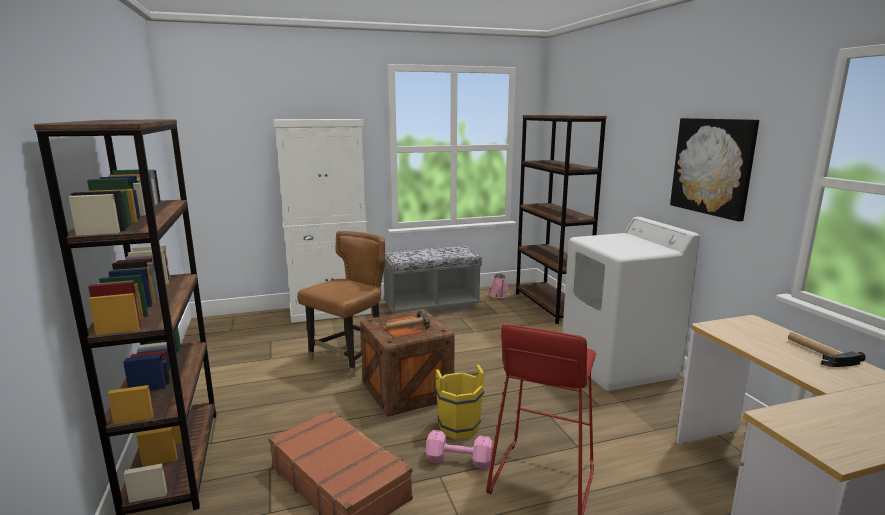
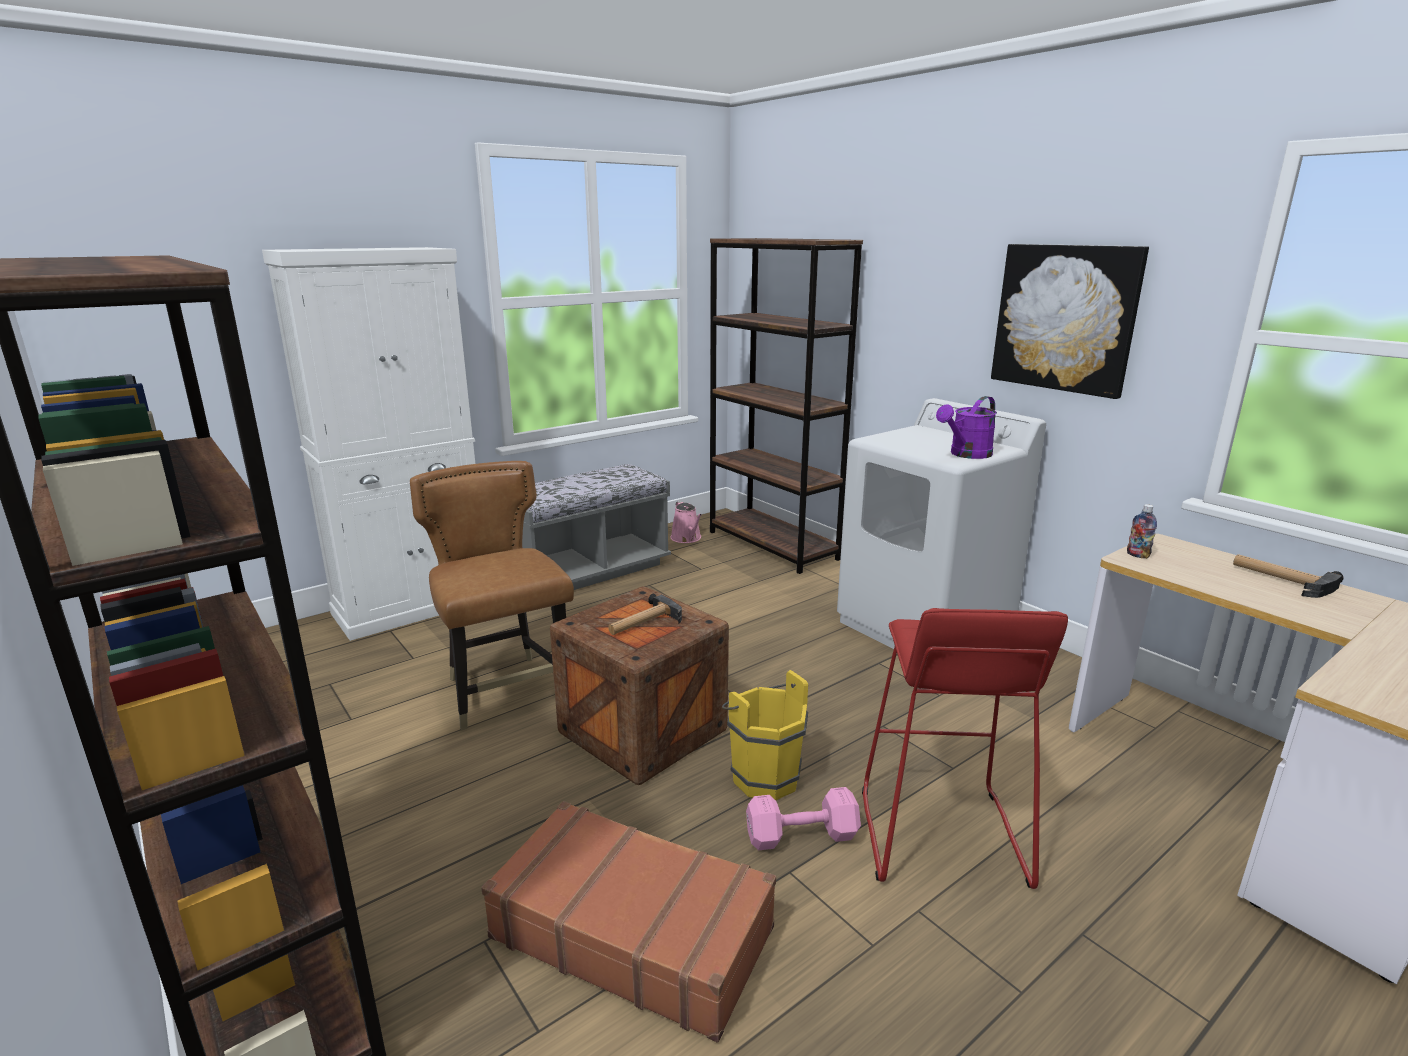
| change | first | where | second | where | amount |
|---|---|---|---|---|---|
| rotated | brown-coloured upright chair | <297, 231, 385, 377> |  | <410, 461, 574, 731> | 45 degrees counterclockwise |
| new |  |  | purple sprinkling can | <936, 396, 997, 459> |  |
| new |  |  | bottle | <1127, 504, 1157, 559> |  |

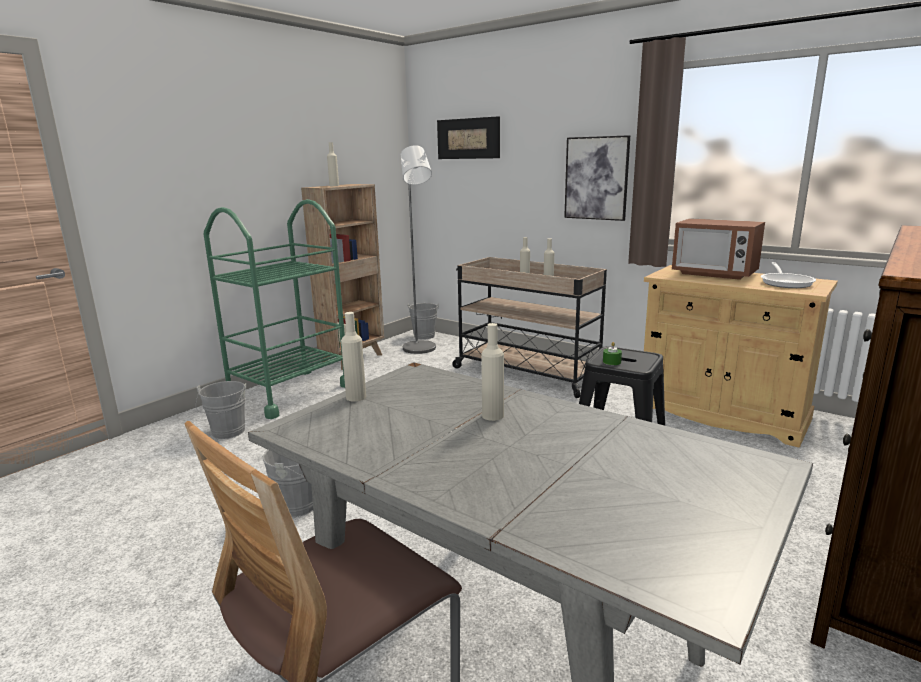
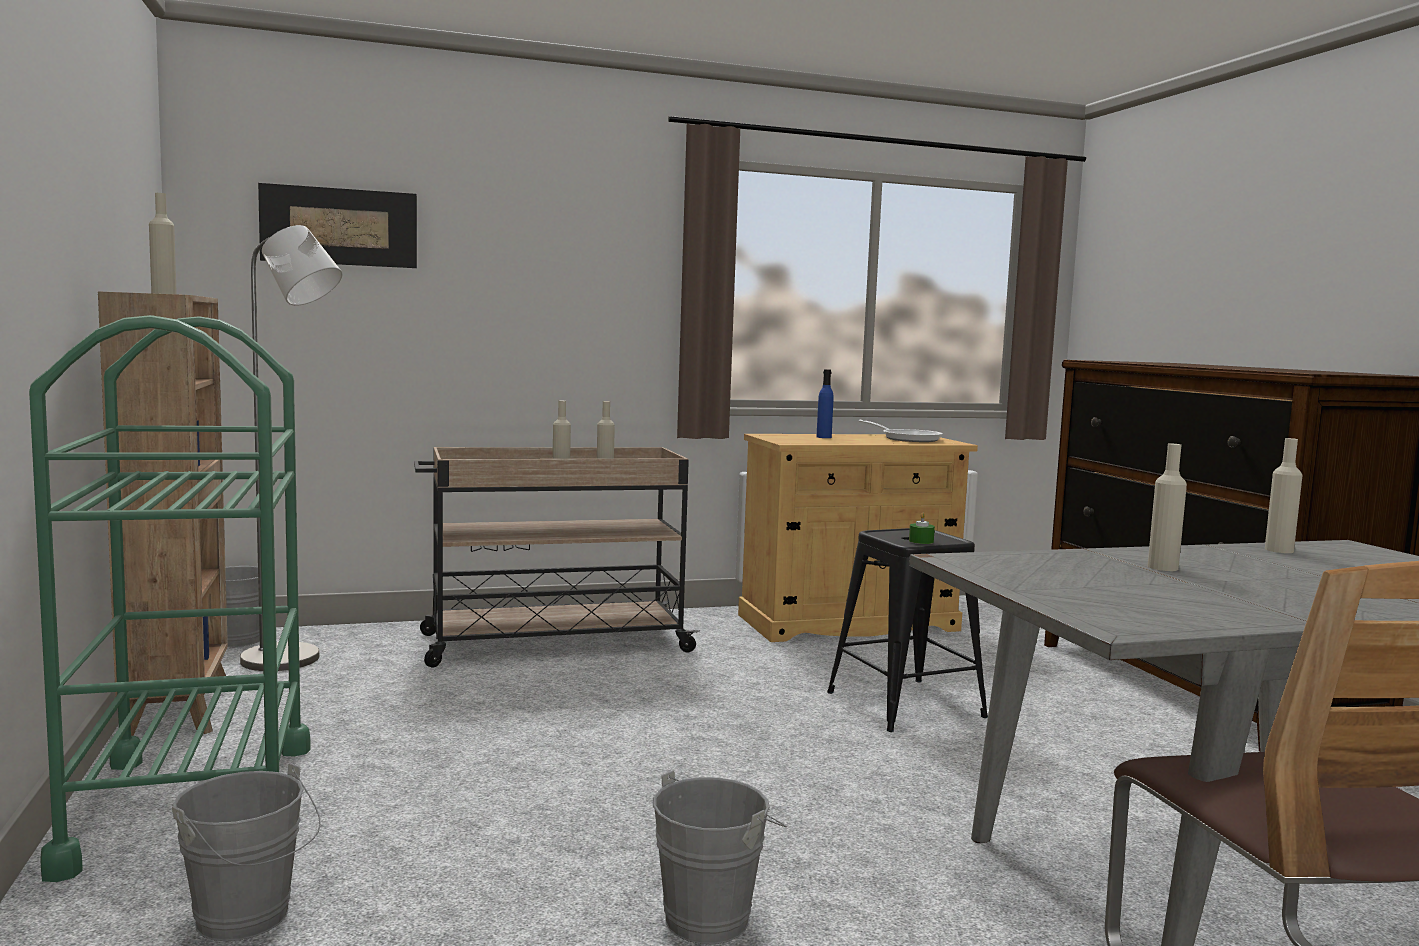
| change | first | where | second | where | amount |
|---|---|---|---|---|---|
| swapped | microwave oven | <672, 218, 765, 280> | bluish bottle | <817, 369, 834, 438> |  |
| shifted | beige bottle | <341, 312, 366, 402> |  | <1265, 438, 1302, 553> |  |
| gone | wall picture | <564, 135, 630, 221> |  |  |  |

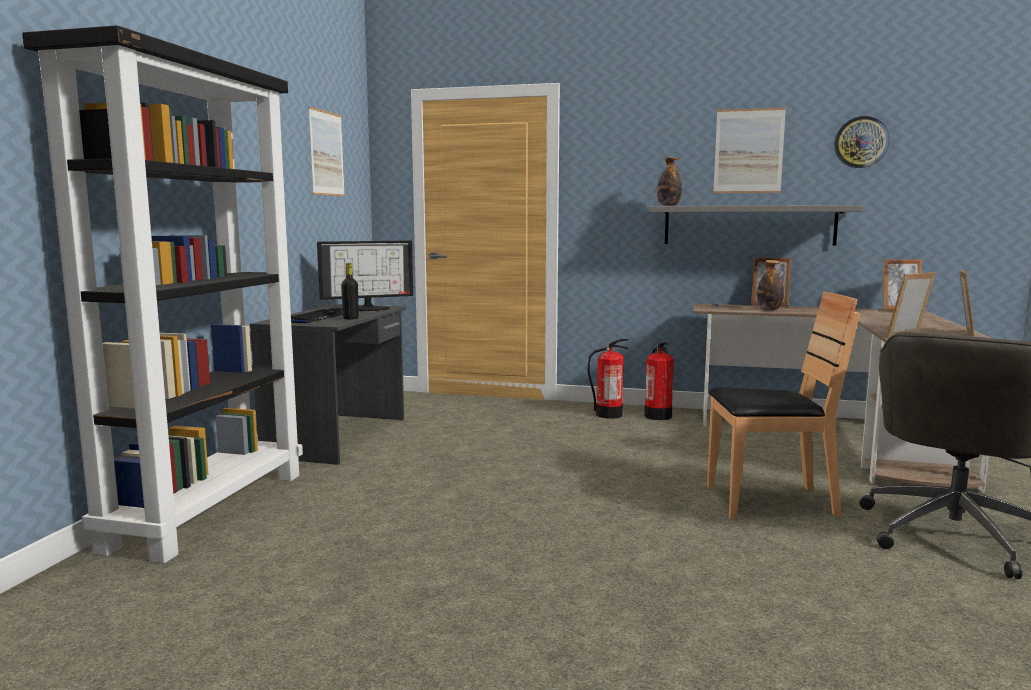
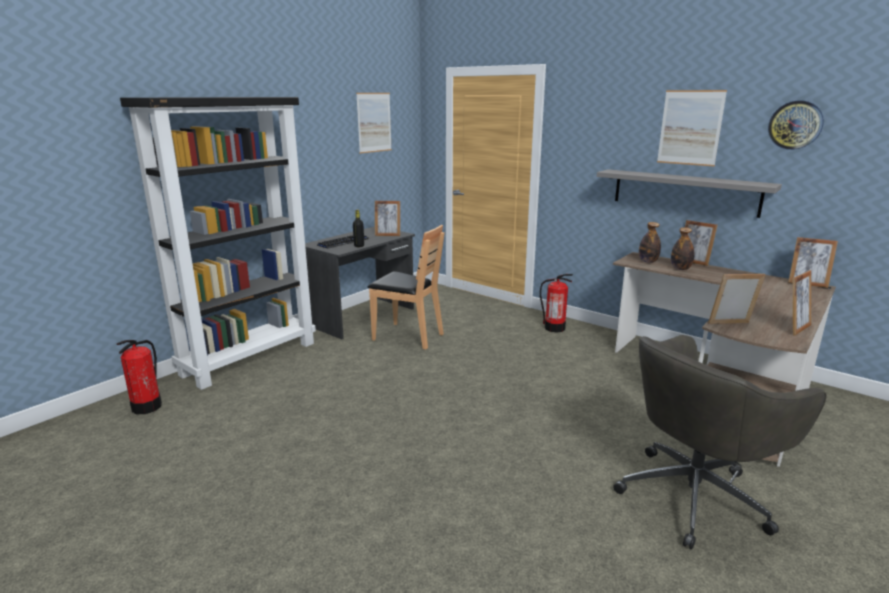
| change | first | where | second | where | amount |
|---|---|---|---|---|---|
| shifted | fire extinguisher | <644, 342, 674, 420> |  | <117, 340, 162, 414> |  |
| shifted | brown-coloured upright chair | <707, 291, 860, 519> |  | <368, 225, 445, 350> |  |
| swapped | monitor | <317, 240, 413, 311> | picture frame | <375, 201, 400, 236> |  |
| shifted | bottle | <657, 157, 682, 206> |  | <639, 222, 661, 263> |  |

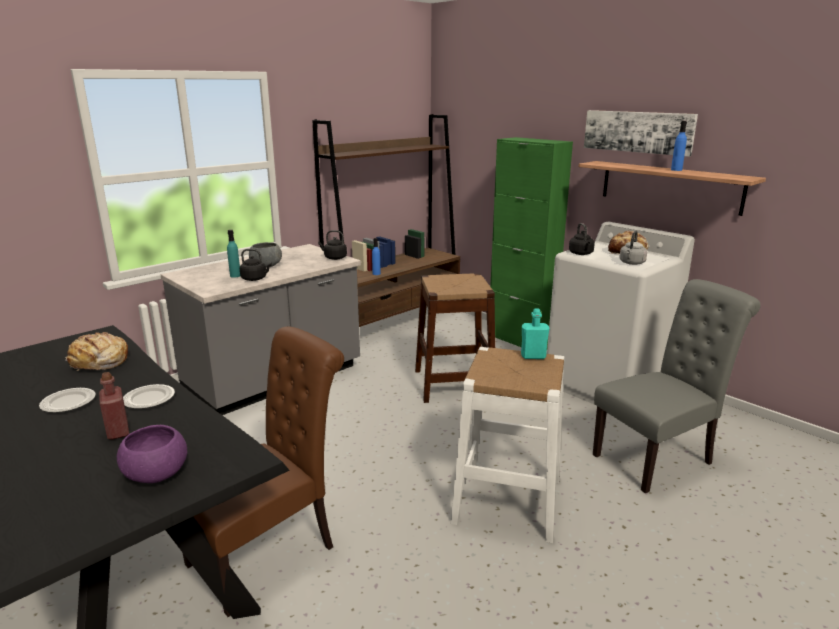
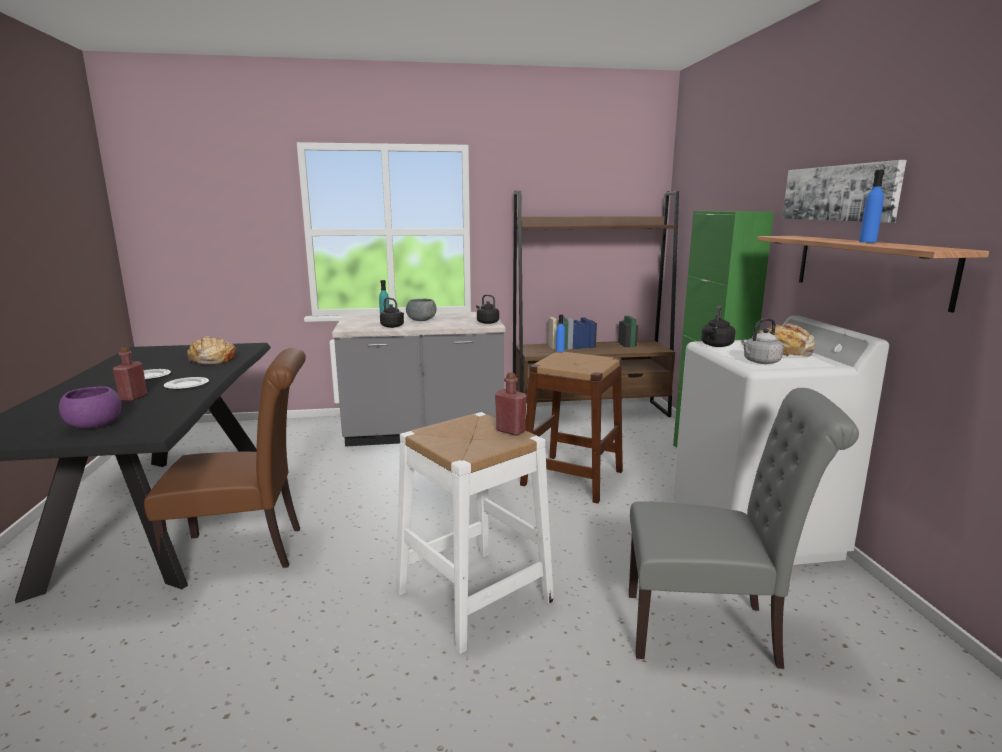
| change | first | where | second | where | amount |
|---|---|---|---|---|---|
| repainted | turquoise-coloured bottle | <521, 308, 550, 359> | red-coloured bottle | <495, 372, 527, 436> |  |

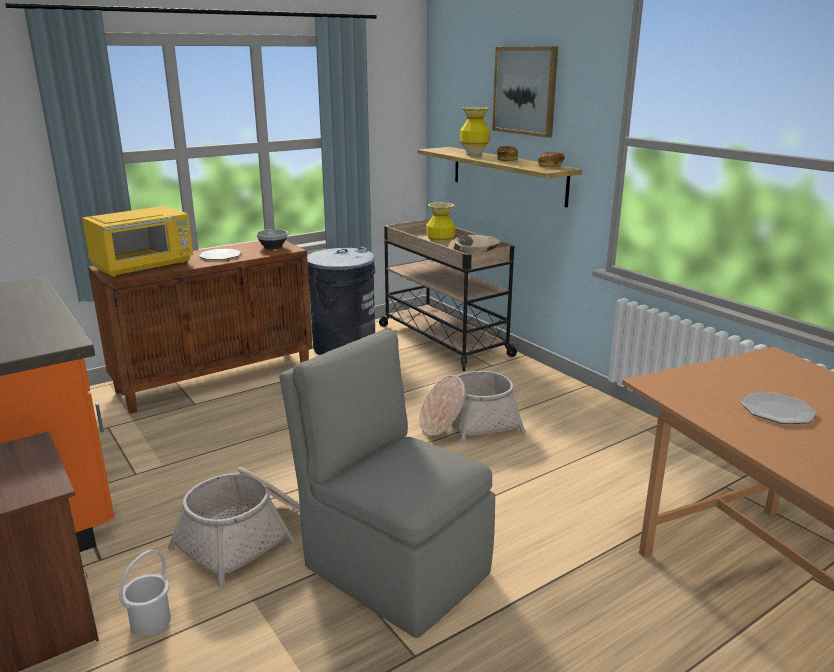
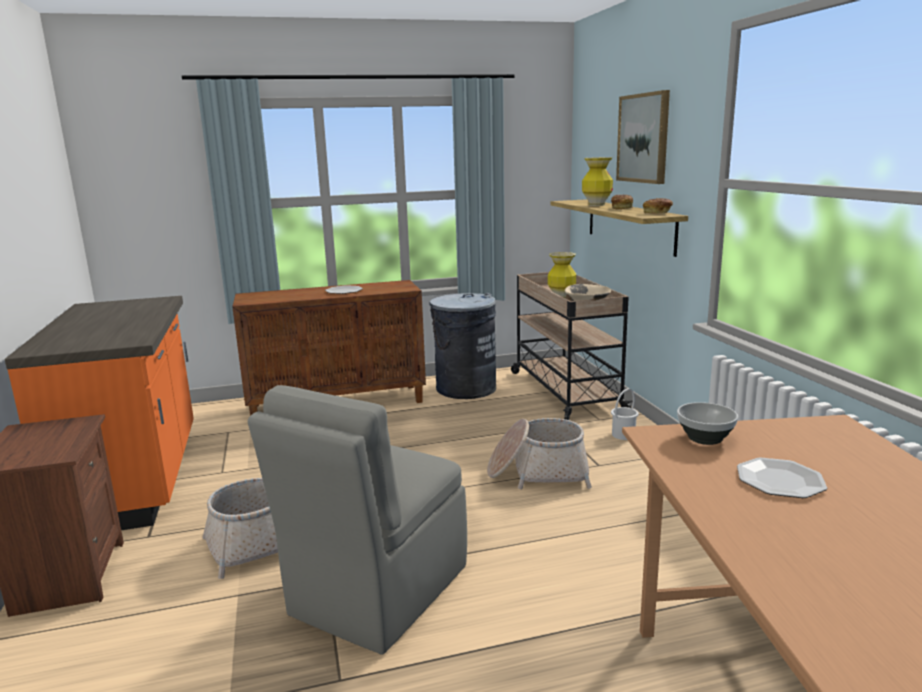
| change | first | where | second | where | amount |
|---|---|---|---|---|---|
| rotated | gray upright chair | <280, 329, 495, 638> |  | <248, 385, 467, 655> | 120 degrees counterclockwise |
| shifted | white-coloured pail | <119, 550, 171, 636> |  | <611, 388, 639, 440> |  |
| shifted | bowl | <256, 229, 288, 249> |  | <677, 402, 738, 445> |  |
| gone | yellow microwave oven | <82, 206, 193, 277> |  |  |  |

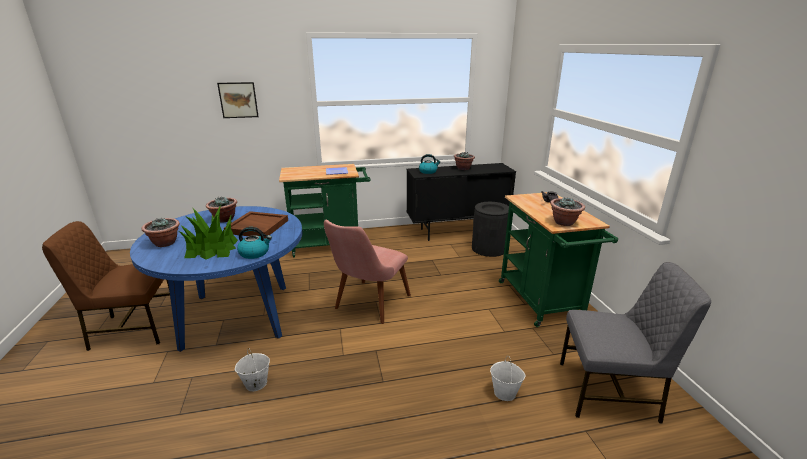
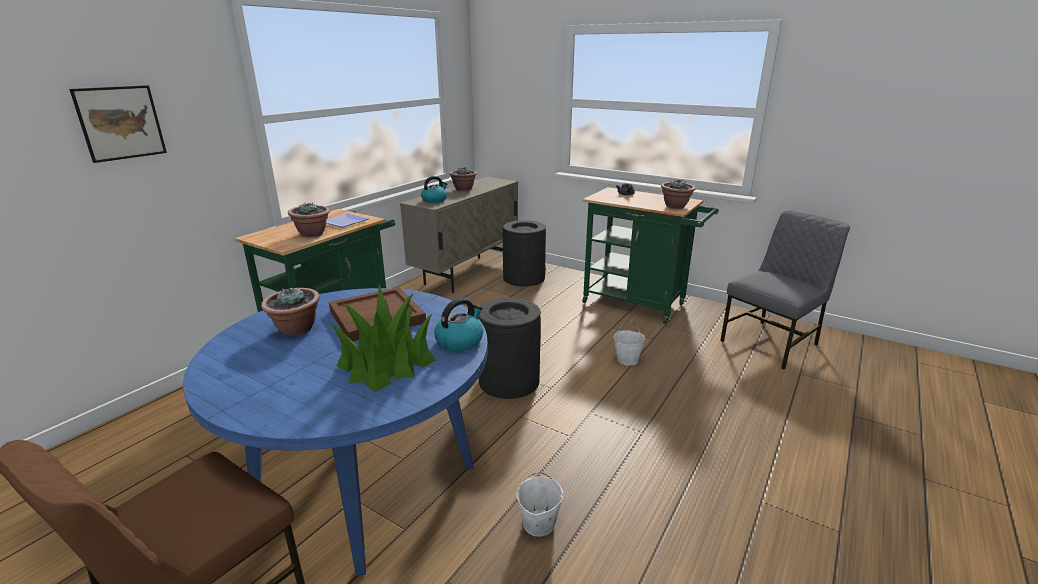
| change | first | where | second | where | amount |
|---|---|---|---|---|---|
| shifted | potted plant | <141, 218, 180, 247> |  | <288, 202, 330, 237> |  |
| repainted | black storage cabinet | <406, 163, 516, 241> | beige storage cabinet | <400, 177, 518, 293> |  |
| swapped | pinkish upright chair | <324, 220, 411, 324> | black waste bin | <478, 298, 541, 399> |  |
| shifted | white-coloured pail | <490, 356, 526, 401> |  | <614, 321, 645, 366> |  |

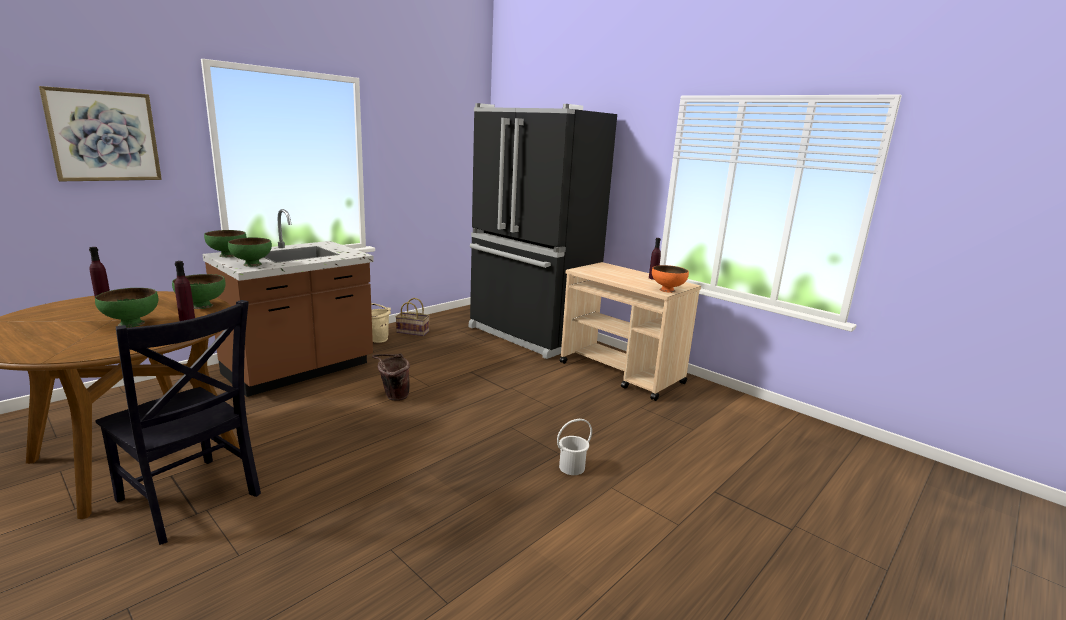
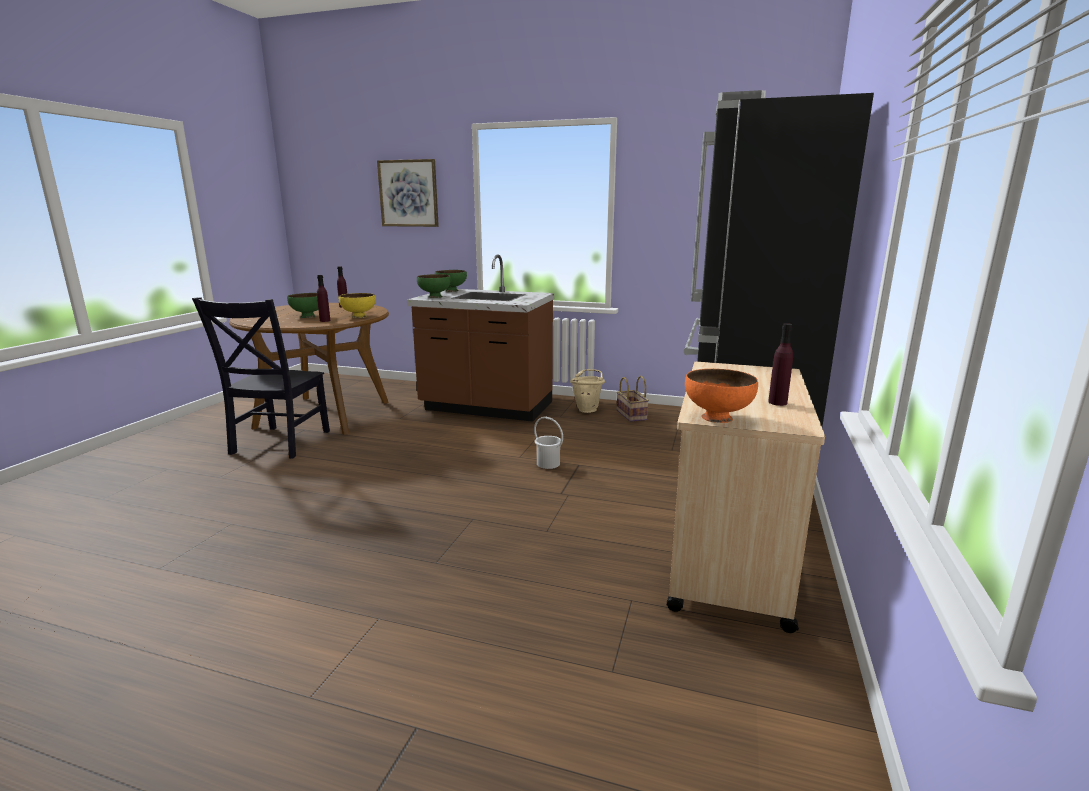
| change | first | where | second | where | amount |
|---|---|---|---|---|---|
| repainted | green bowl | <172, 274, 226, 309> | yellow bowl | <339, 293, 376, 318> |  |
| shifted | white-coloured pail | <557, 419, 592, 475> |  | <534, 417, 563, 469> |  |
| gone | brown-coloured pail | <372, 353, 410, 401> |  |  |  |

